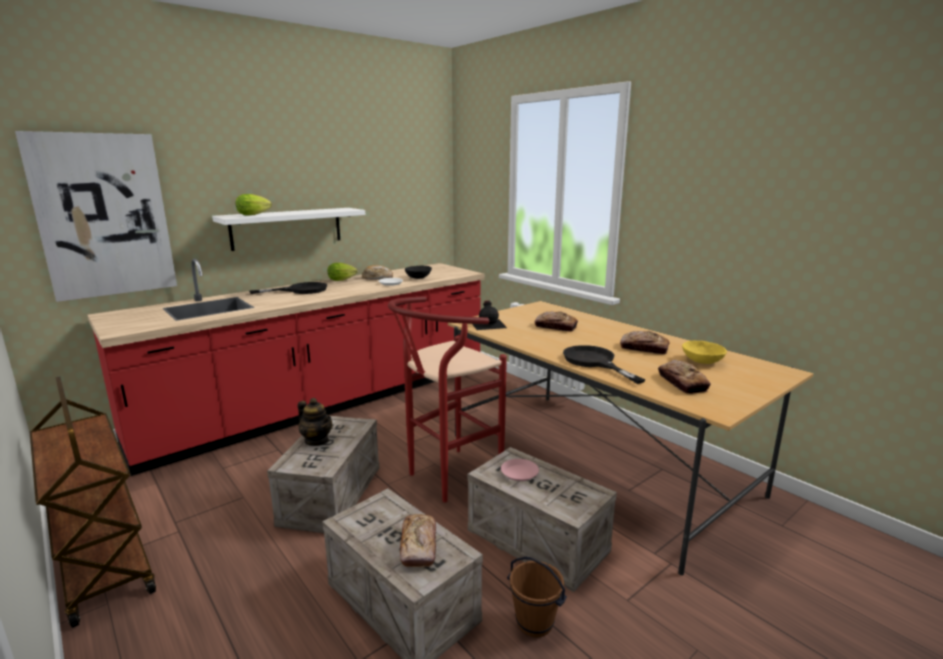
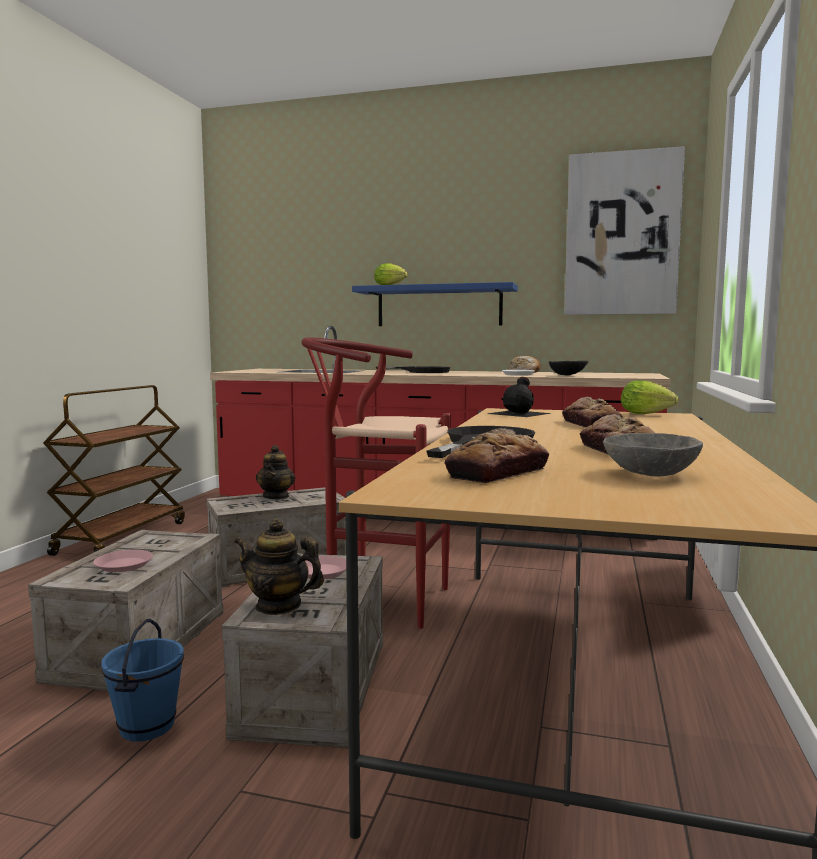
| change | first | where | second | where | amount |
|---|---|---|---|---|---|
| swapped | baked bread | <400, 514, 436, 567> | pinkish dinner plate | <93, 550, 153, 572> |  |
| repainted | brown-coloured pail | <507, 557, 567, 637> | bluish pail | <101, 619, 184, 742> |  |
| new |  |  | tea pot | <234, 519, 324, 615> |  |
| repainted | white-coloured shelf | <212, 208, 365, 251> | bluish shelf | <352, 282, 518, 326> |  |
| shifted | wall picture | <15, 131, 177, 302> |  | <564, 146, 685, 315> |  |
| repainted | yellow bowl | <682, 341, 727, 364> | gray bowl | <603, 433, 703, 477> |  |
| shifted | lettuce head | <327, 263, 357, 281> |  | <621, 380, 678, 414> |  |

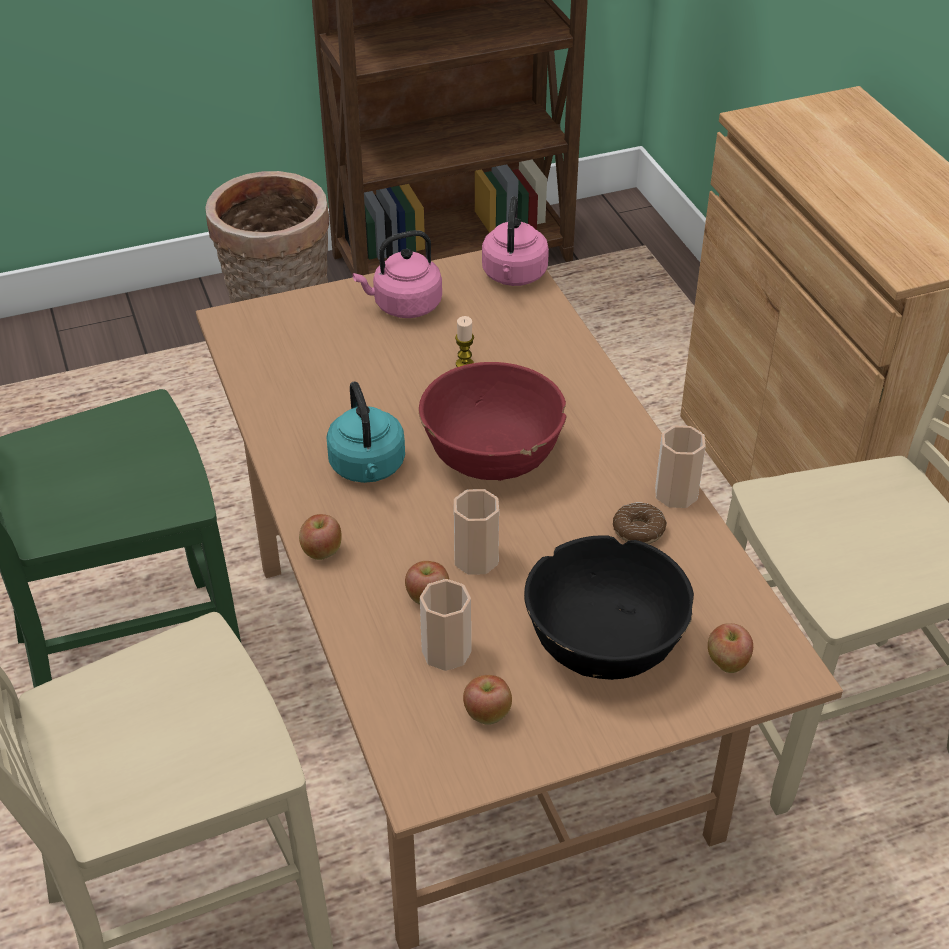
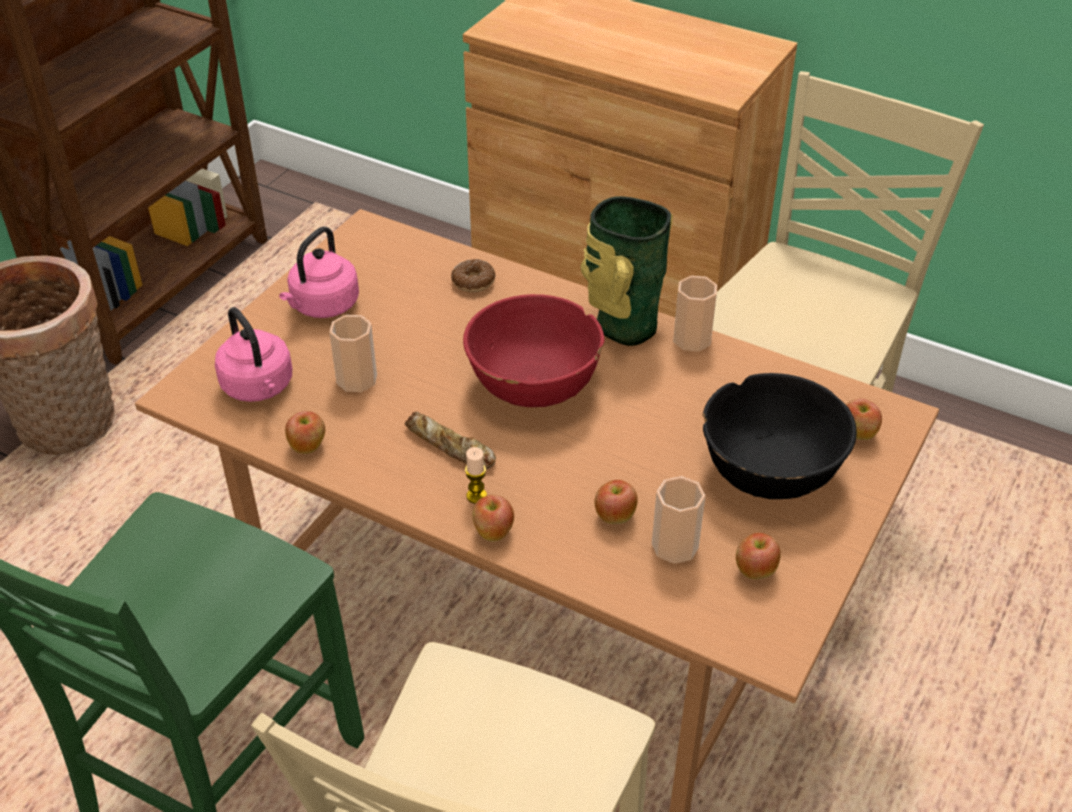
| change | first | where | second | where | amount |
|---|---|---|---|---|---|
| shifted | pinkish kettle | <482, 196, 549, 286> |  | <215, 307, 292, 402> |  |
| new |  |  | apple fruit | <285, 411, 325, 454> |  |
| shifted | drinking cup | <454, 489, 499, 575> |  | <329, 315, 377, 392> |  |
| swapped | turquoise-coloured kettle | <326, 381, 405, 483> | baked bread | <405, 412, 496, 469> |  |
| shifted | ring doughnut | <613, 502, 667, 544> |  | <451, 259, 496, 292> |  |
| shifted | wax light | <455, 316, 474, 367> |  | <465, 447, 487, 504> |  |
| new |  |  | flower vase | <581, 196, 673, 346> |  |

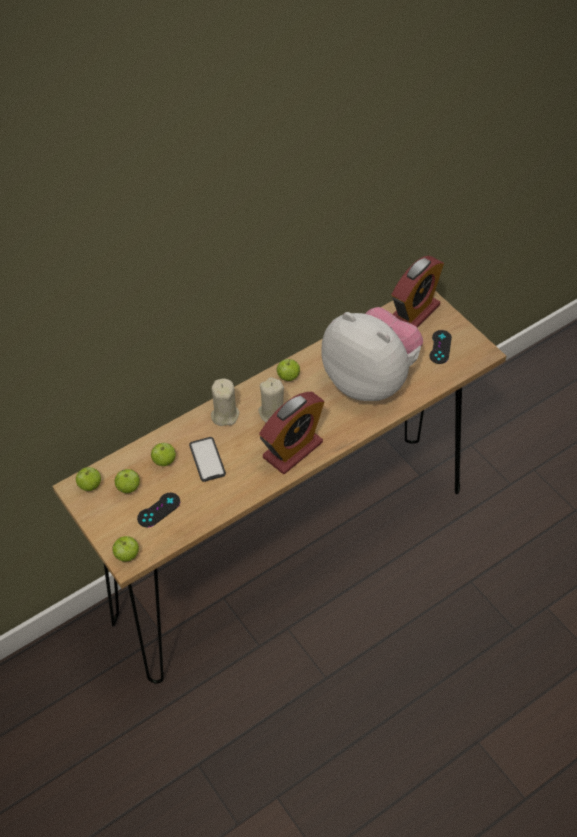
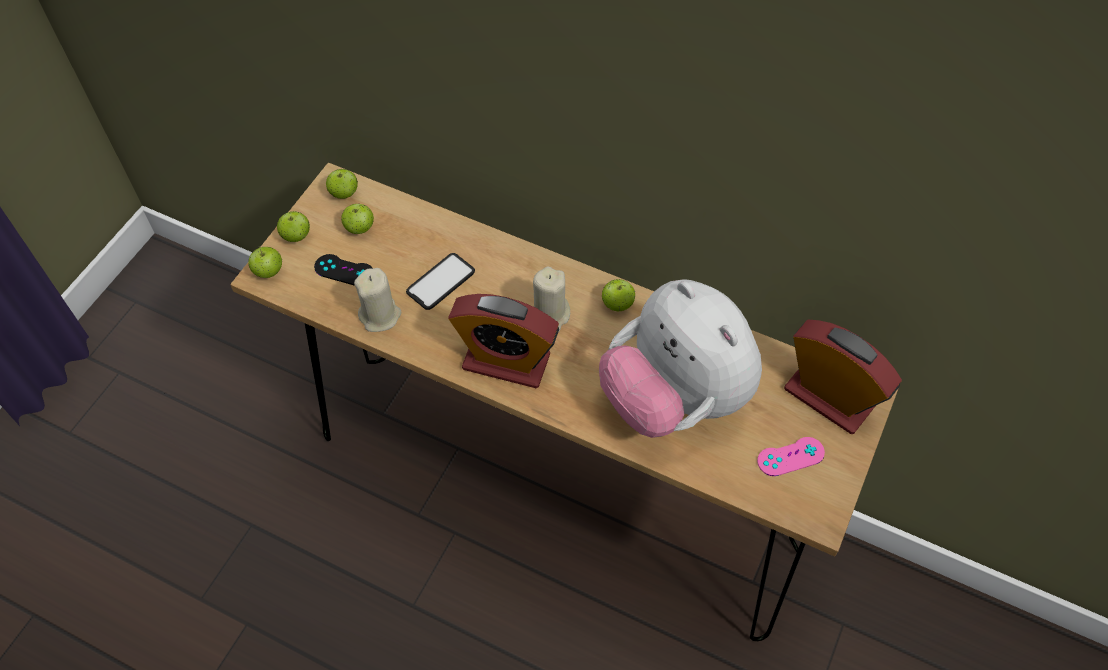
| change | first | where | second | where | amount |
|---|---|---|---|---|---|
| shifted | apple fruit | <151, 443, 176, 466> |  | <277, 211, 310, 242> |  |
| shifted | beige wax light | <211, 379, 239, 426> |  | <354, 268, 401, 332> |  |
| rotated | soft toy | <321, 307, 423, 401> |  | <599, 279, 762, 438> | 135 degrees clockwise |
| repainted | black gamepad | <429, 330, 452, 364> | pinkish gamepad | <757, 437, 825, 476> |  |
| rotated | bedside clock | <391, 256, 444, 328> |  | <784, 320, 902, 434> | 150 degrees counterclockwise |

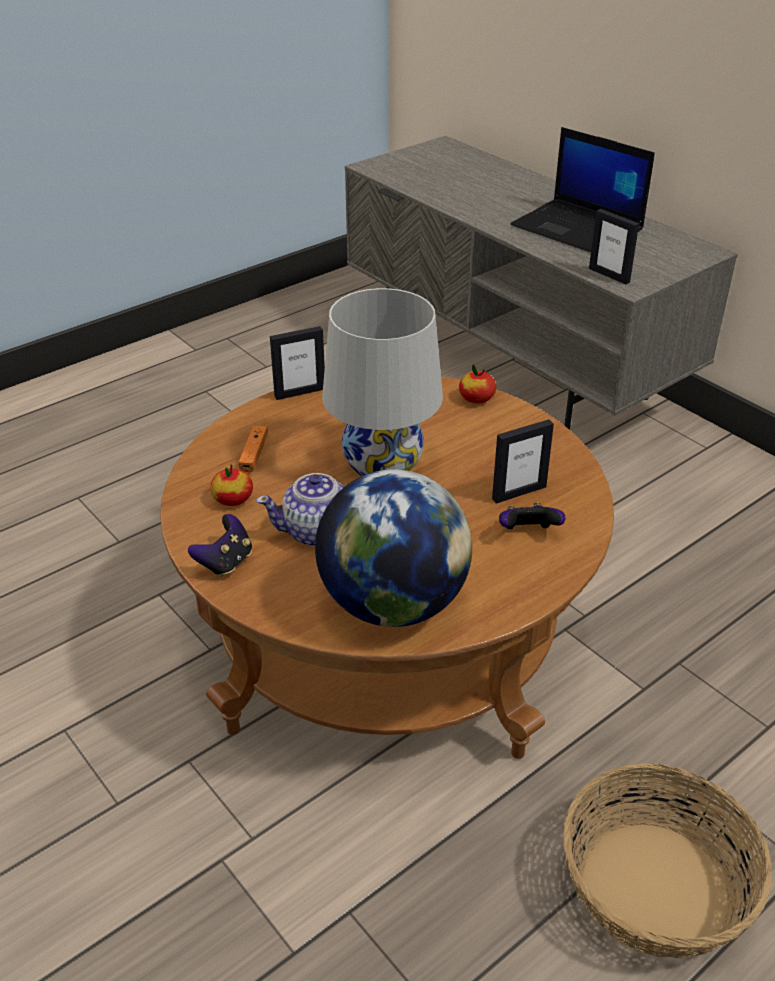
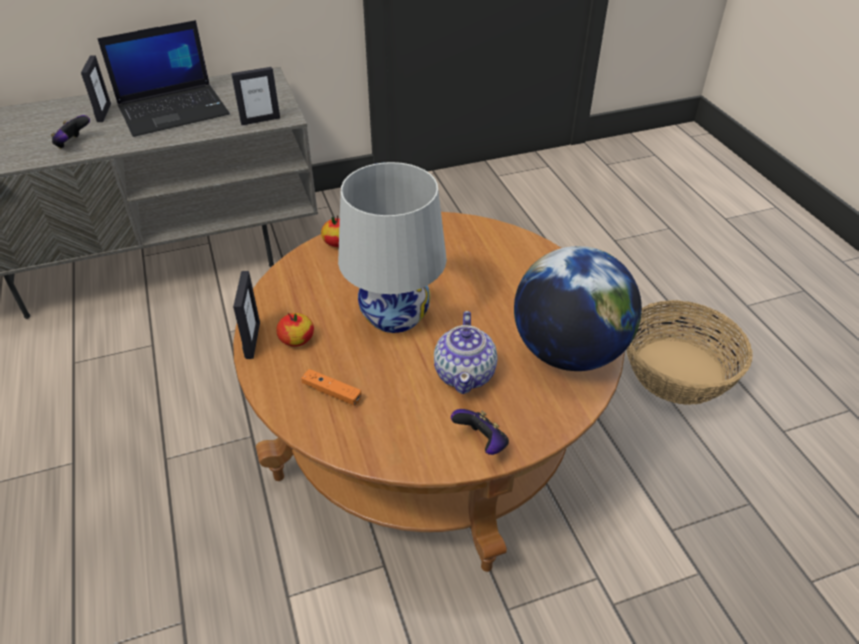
| change | first | where | second | where | amount |
|---|---|---|---|---|---|
| shifted | gamepad | <499, 502, 566, 529> |  | <51, 115, 90, 149> |  |
| shifted | picture frame | <492, 419, 554, 504> |  | <81, 55, 111, 122> |  |
| shifted | apple fruit | <210, 465, 253, 506> |  | <276, 313, 314, 347> |  |

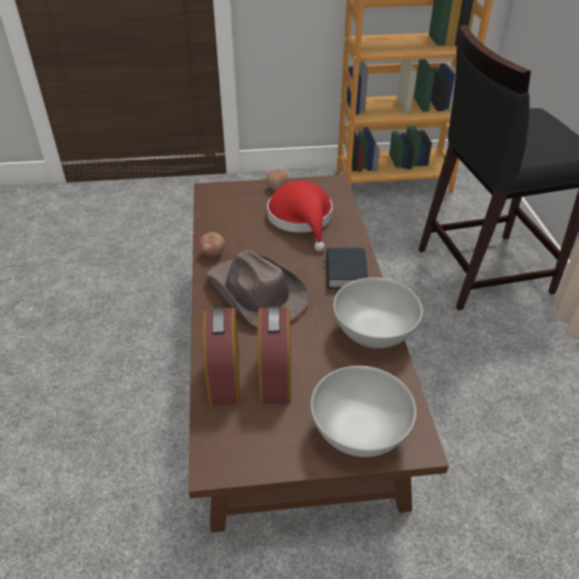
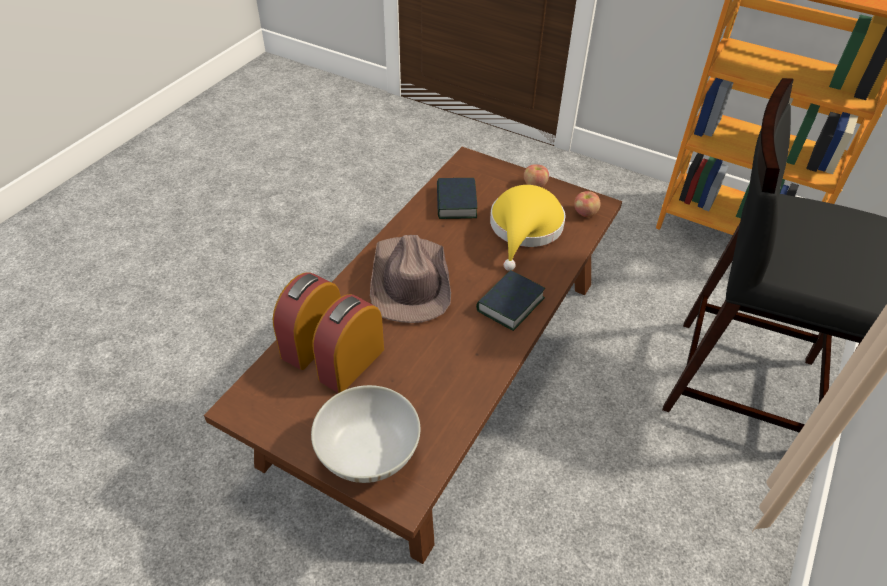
| change | first | where | second | where | amount |
|---|---|---|---|---|---|
| new |  |  | book | <437, 178, 477, 219> |  |
| repainted | red-coloured hat | <267, 181, 333, 252> | yellow hat | <490, 185, 566, 271> |  |
| shifted | apple fruit | <199, 232, 225, 257> |  | <574, 191, 601, 217> |  |
| gone | white-coloured bowl | <333, 278, 423, 348> |  |  |  |

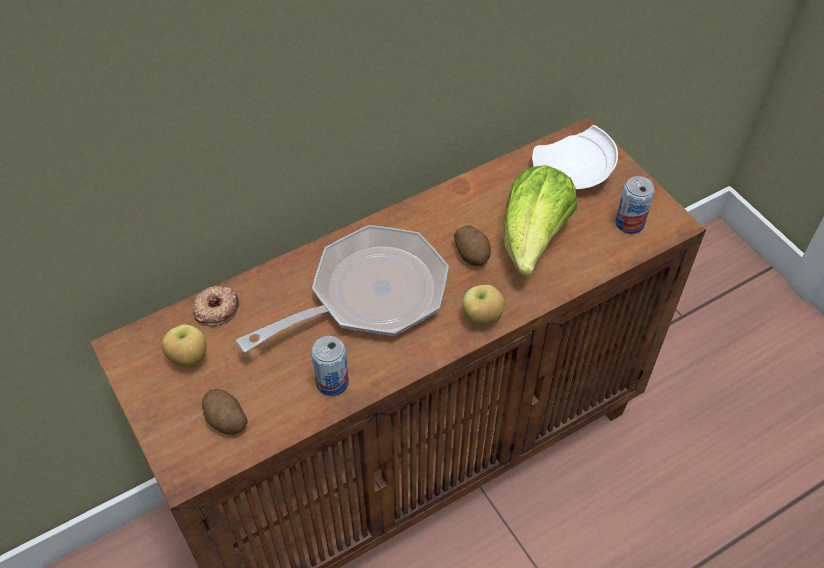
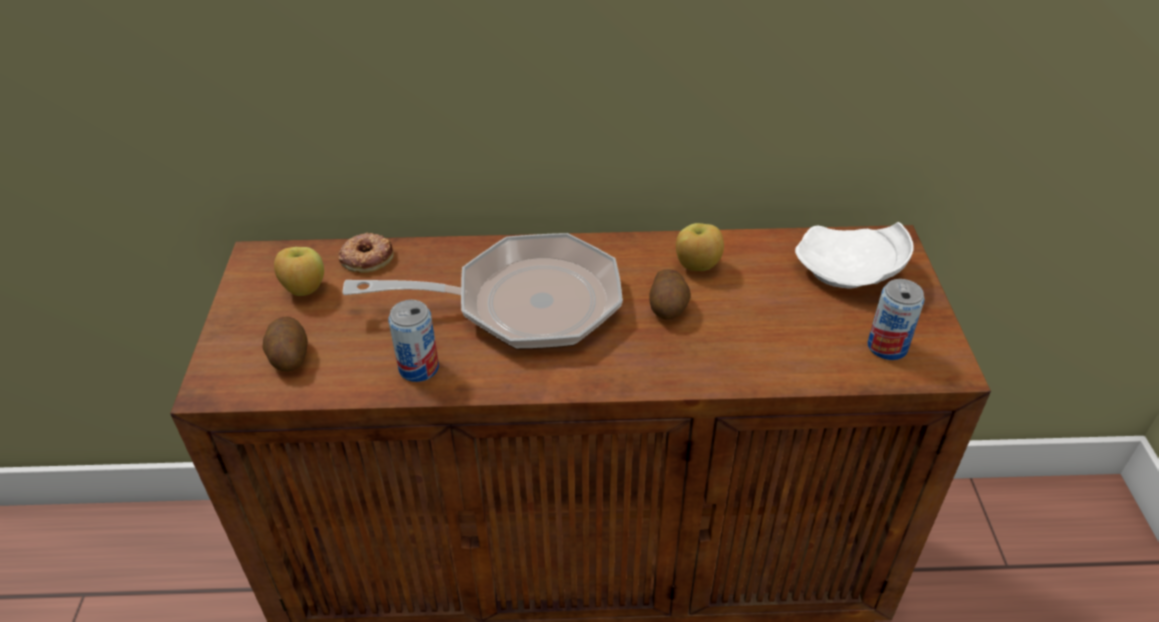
| change | first | where | second | where | amount |
|---|---|---|---|---|---|
| shifted | apple fruit | <462, 285, 505, 327> |  | <676, 223, 724, 271> |  |
| gone | lettuce head | <503, 165, 577, 276> |  |  |  |

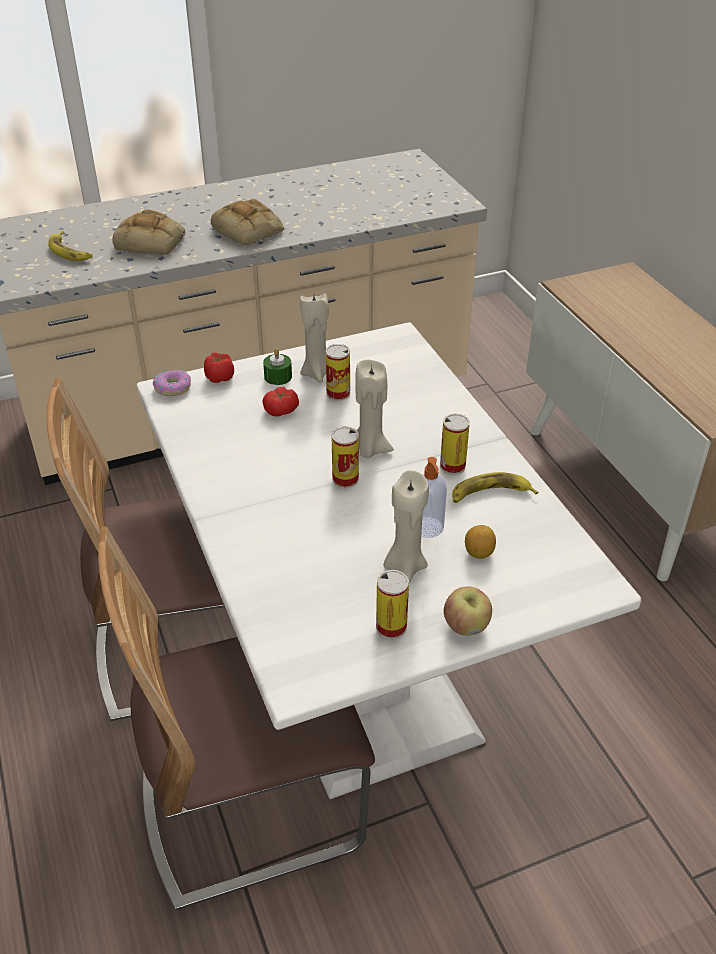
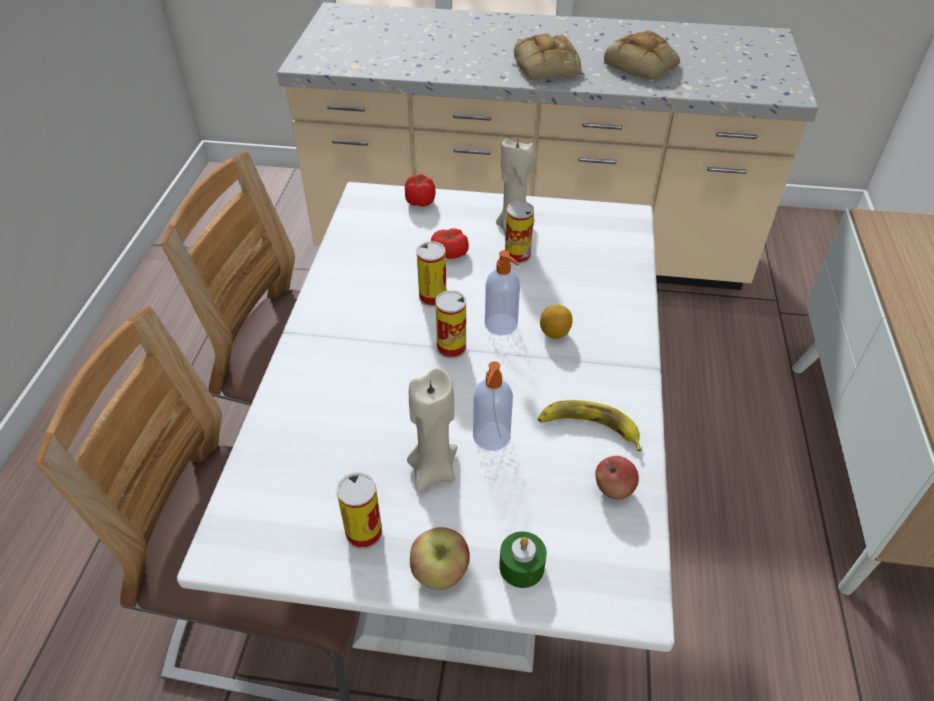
| change | first | where | second | where | amount |
|---|---|---|---|---|---|
| shifted | sealed can | <440, 414, 470, 475> |  | <416, 241, 446, 307> |  |
| swapped | beige wax light | <355, 360, 394, 458> | soap dispenser | <485, 250, 520, 336> |  |
| shifted | green wax light | <263, 349, 292, 385> |  | <499, 532, 547, 588> |  |
| shifted | whole lemon | <465, 525, 496, 559> |  | <540, 305, 573, 339> |  |
| new |  |  | apple fruit | <595, 456, 639, 499> |  |
| shifted | baked bread | <112, 209, 185, 255> |  | <604, 30, 680, 80> |  |
| gone | whole banana | <48, 231, 92, 261> |  |  |  |
| gone | ring doughnut | <153, 370, 191, 396> |  |  |  |

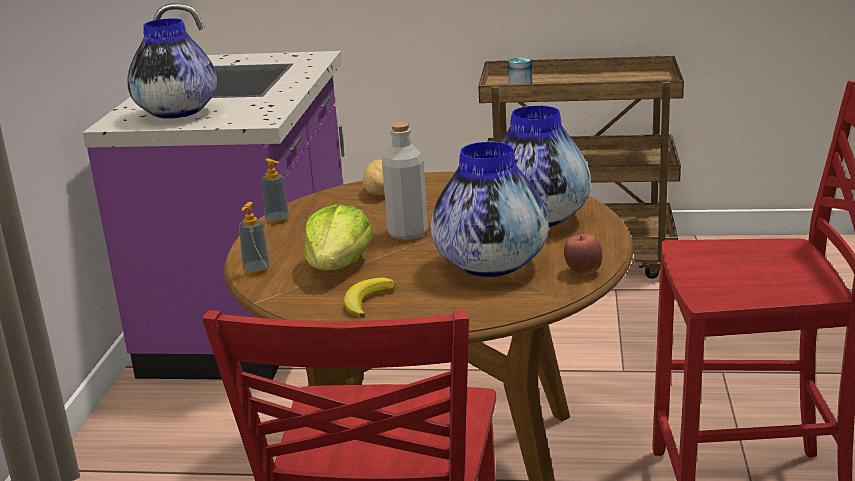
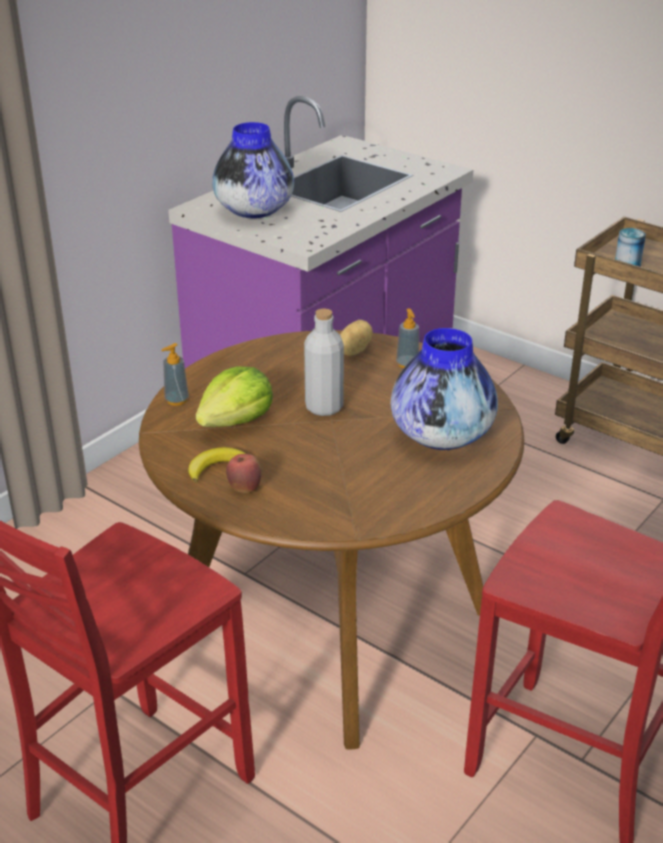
| change | first | where | second | where | amount |
|---|---|---|---|---|---|
| shifted | apple fruit | <564, 234, 602, 275> |  | <226, 454, 261, 493> |  |
| shifted | soap dispenser | <262, 158, 289, 224> |  | <396, 309, 419, 369> |  |
| gone | flower vase | <431, 142, 549, 277> |  |  |  |

